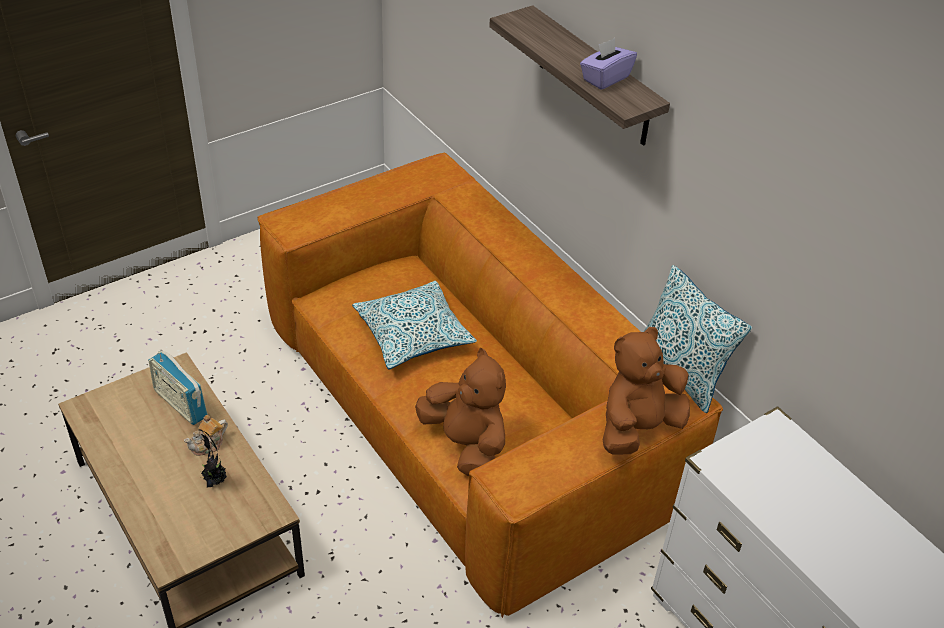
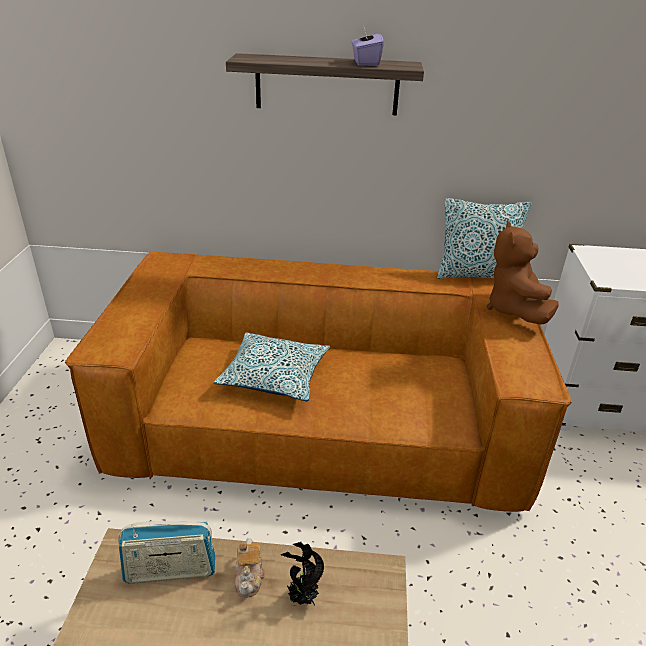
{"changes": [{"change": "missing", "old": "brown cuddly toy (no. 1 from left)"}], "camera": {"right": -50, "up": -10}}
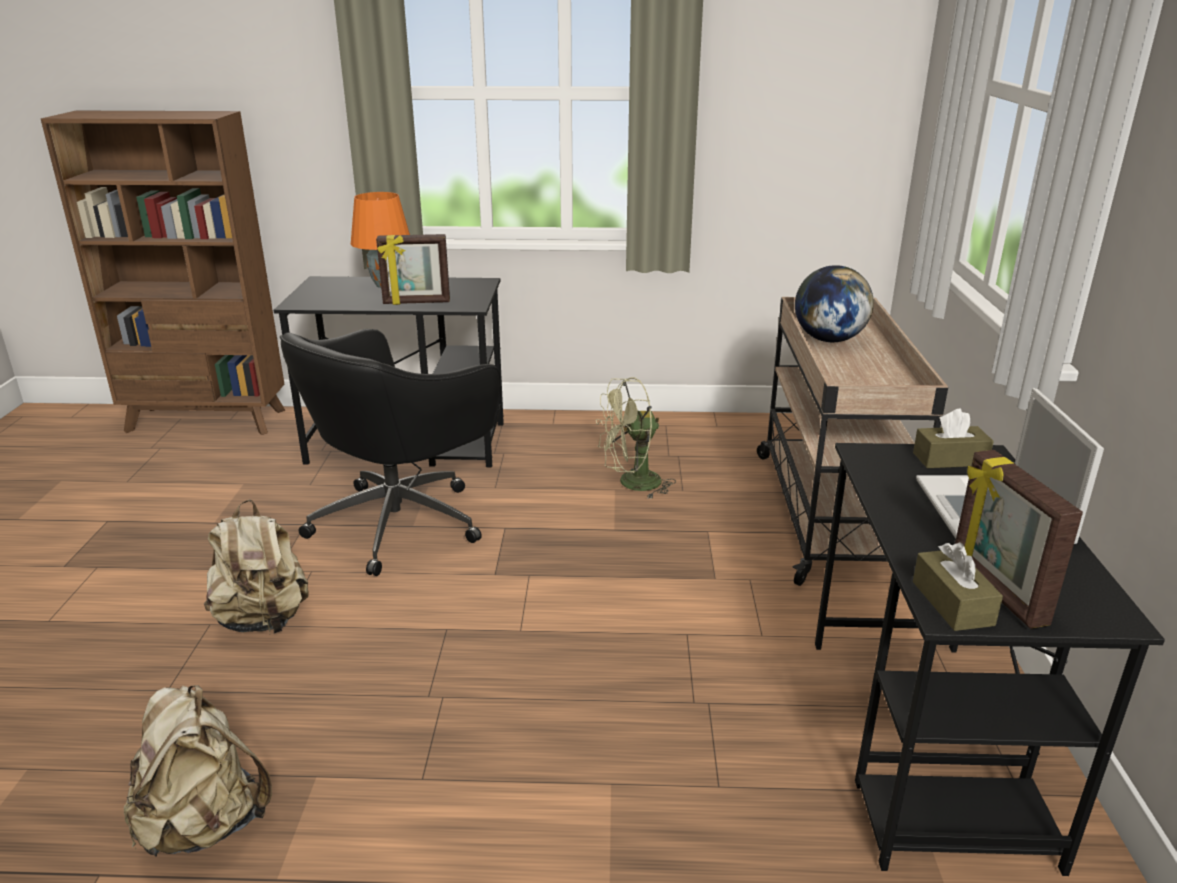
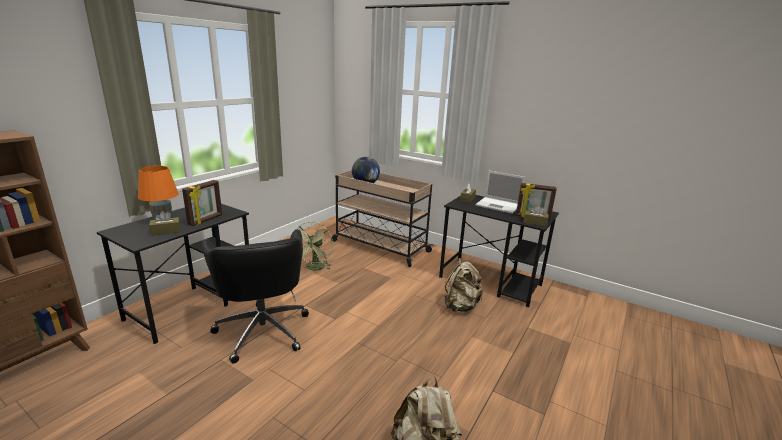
{"changes": [{"change": "relocated", "old": "beige knapsack (no. 2 from left)"}, {"change": "appeared", "new": "brown tissue holder (no. 1 from left)"}], "camera": {"right": -60, "up": -5}}
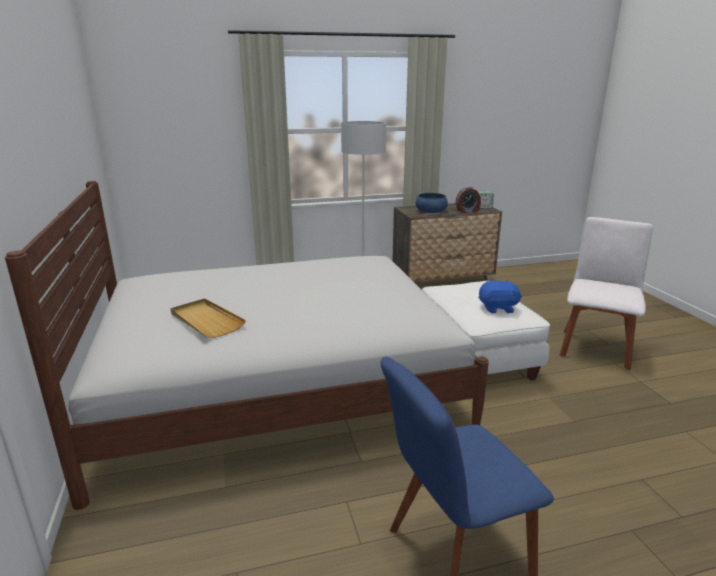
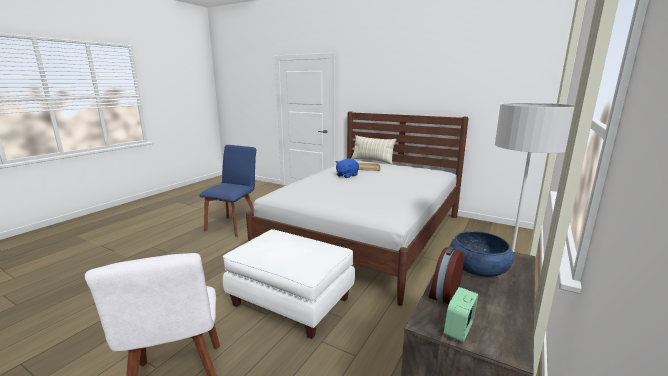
{"changes": [{"change": "relocated", "old": "blue cuddly toy"}, {"change": "appeared", "new": "cushion"}], "camera": {"right": 135, "up": -5}}
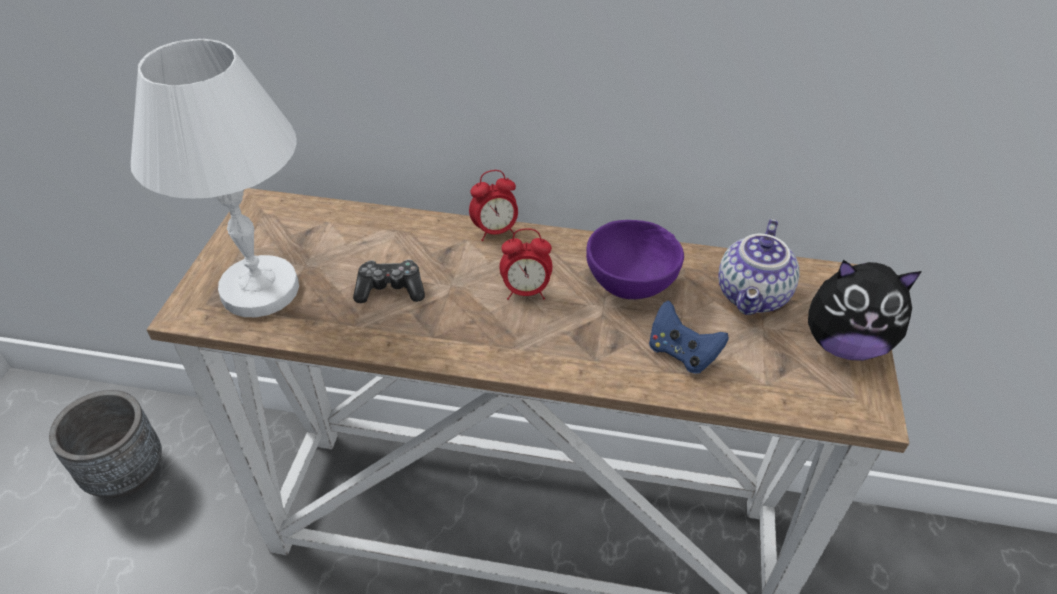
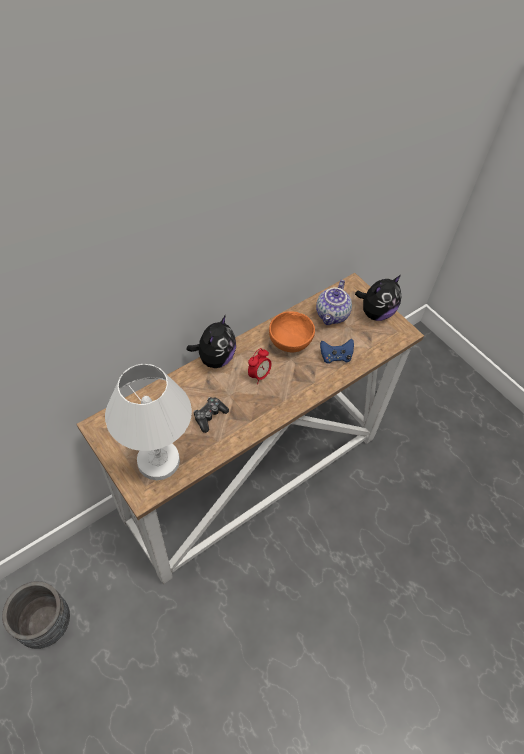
{"changes": [{"change": "exchanged", "old": "alarm clock (no. 1 from left)", "new": "cuddly toy (no. 1 from left)"}, {"change": "spun", "old": "tea pot", "degrees": 45}, {"change": "colour", "old": "purple-coloured serving bowl", "new": "orange serving bowl"}], "camera": {"right": -50, "up": 10}}
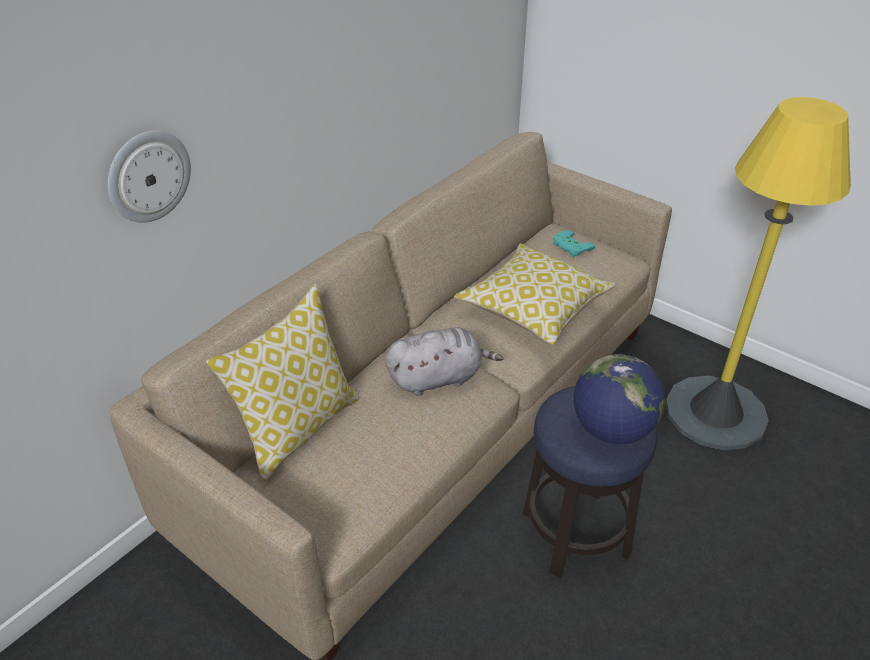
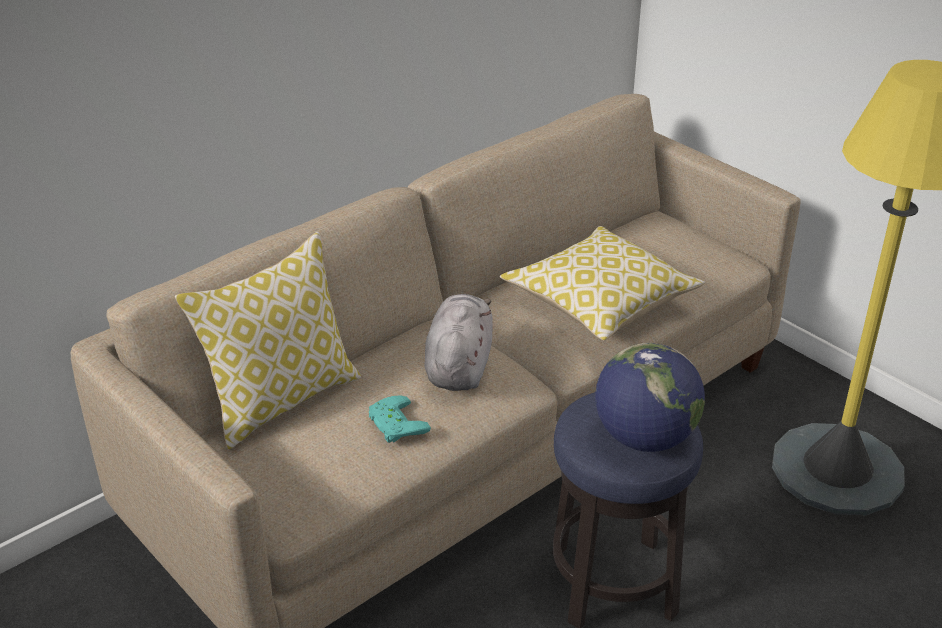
{"changes": [{"change": "missing", "old": "wall clock"}, {"change": "relocated", "old": "turquoise game controller"}, {"change": "spun", "old": "gray cuddly toy", "degrees": -75}], "camera": {"right": 10, "up": -5}}
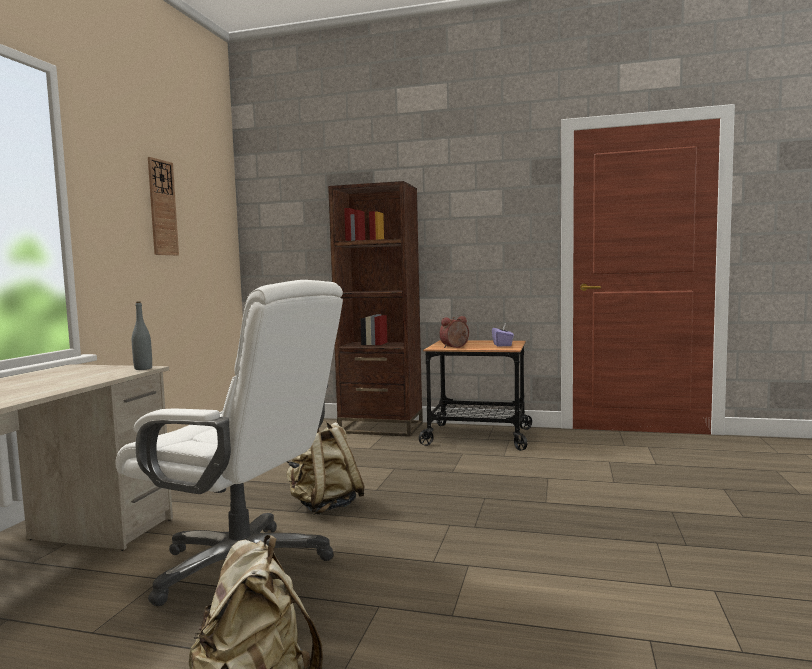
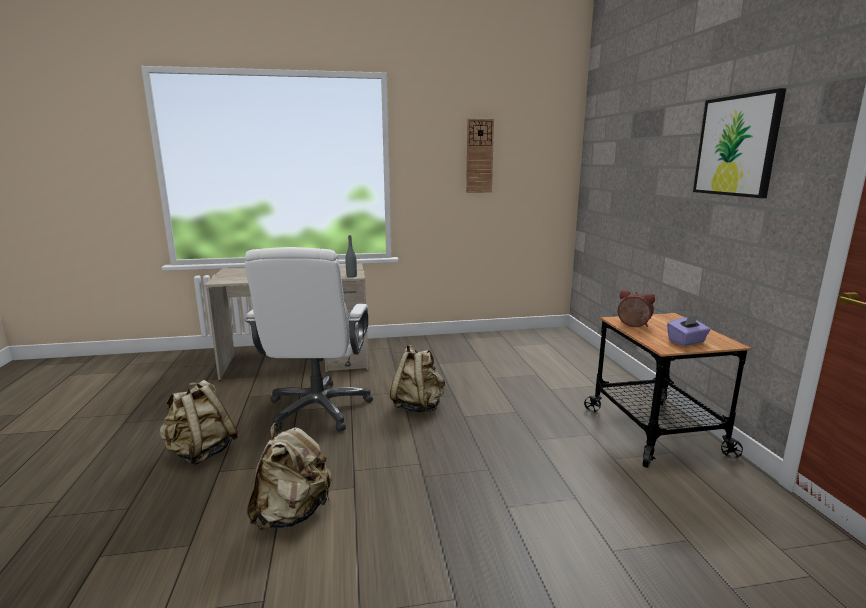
{"changes": [{"change": "missing", "old": "brown shelving unit"}, {"change": "appeared", "new": "picture"}, {"change": "appeared", "new": "beige knapsack (no. 2 from left)"}], "camera": {"right": 65, "up": 10}}
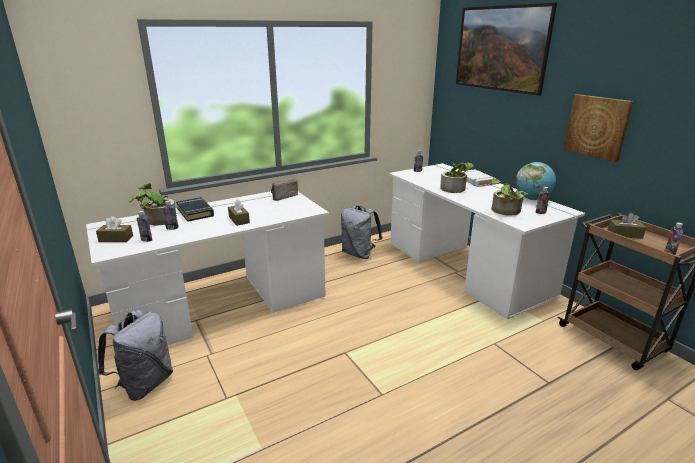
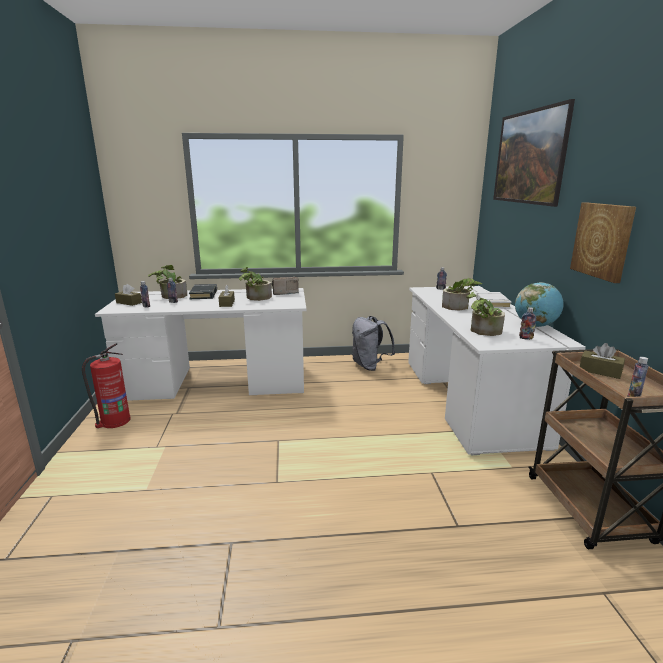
{"changes": [{"change": "exchanged", "old": "gray knapsack (no. 1 from left)", "new": "fire-fighting cylinder"}, {"change": "appeared", "new": "houseplant (no. 2 from left)"}], "camera": {"right": 25, "up": -5}}
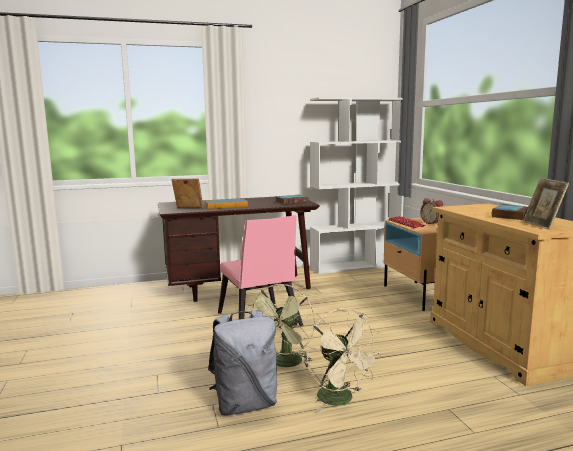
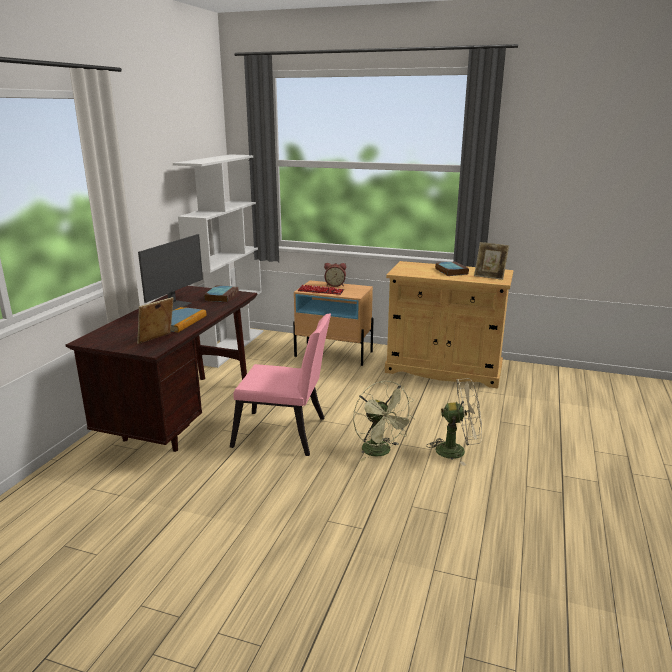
{"changes": [{"change": "missing", "old": "gray knapsack"}, {"change": "appeared", "new": "computer screen"}], "camera": {"right": -55, "up": 10}}
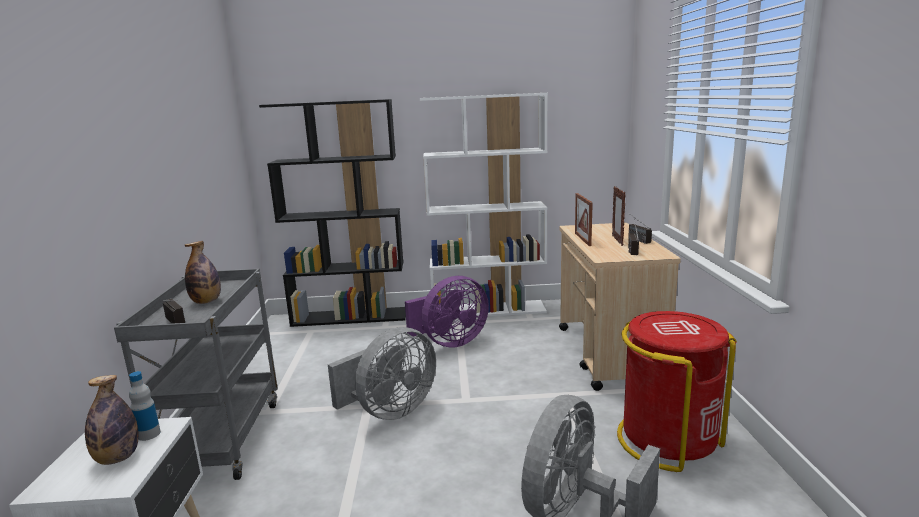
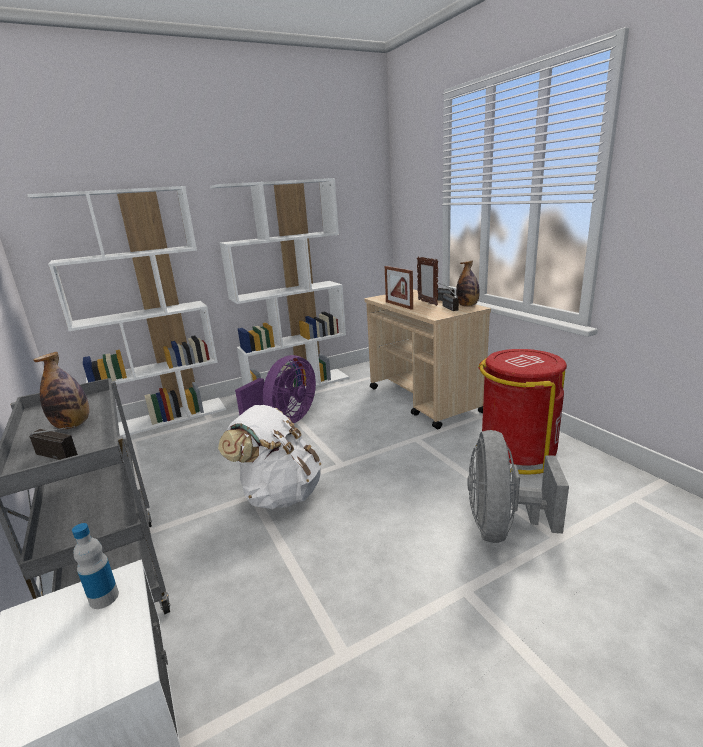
{"changes": [{"change": "colour", "old": "blackish shelving unit", "new": "white shelving unit (no. 1 from left)"}, {"change": "exchanged", "old": "gray electric fan (no. 1 from left)", "new": "white knapsack"}, {"change": "relocated", "old": "bottle (no. 1 from left in the first image)", "new": "bottle (no. 3 from left)"}], "camera": {"right": -25, "up": 5}}
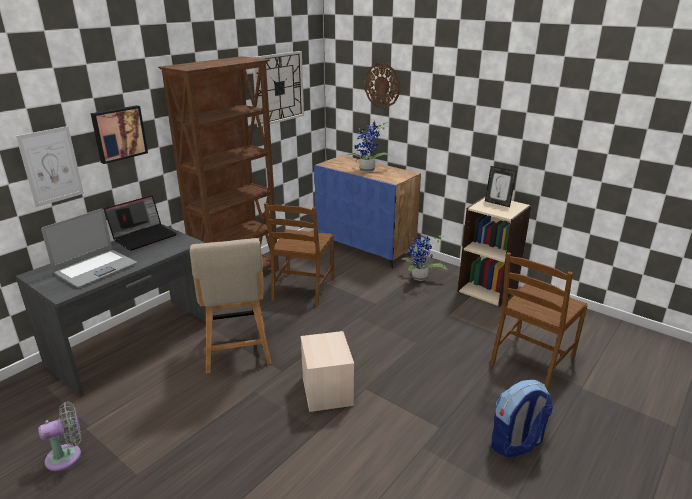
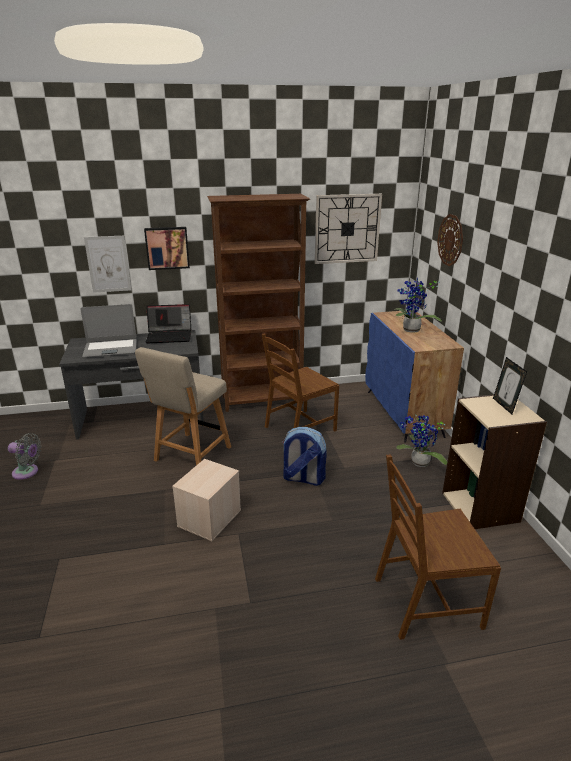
{"changes": [{"change": "relocated", "old": "knapsack"}], "camera": {"right": 40, "up": 0}}
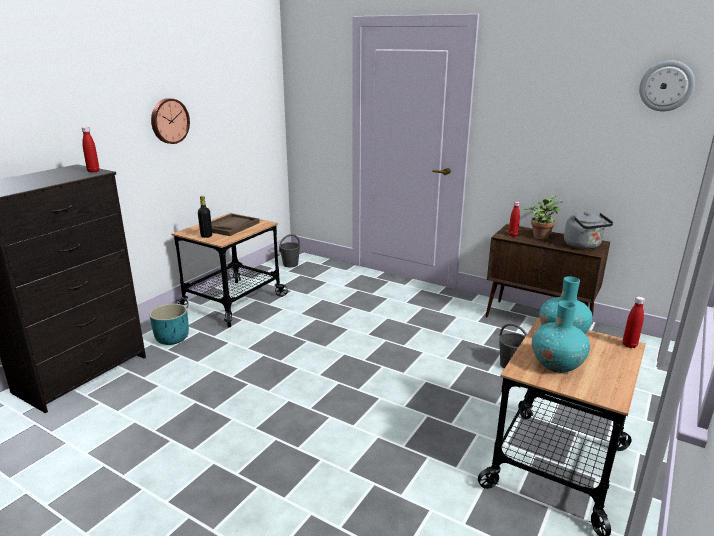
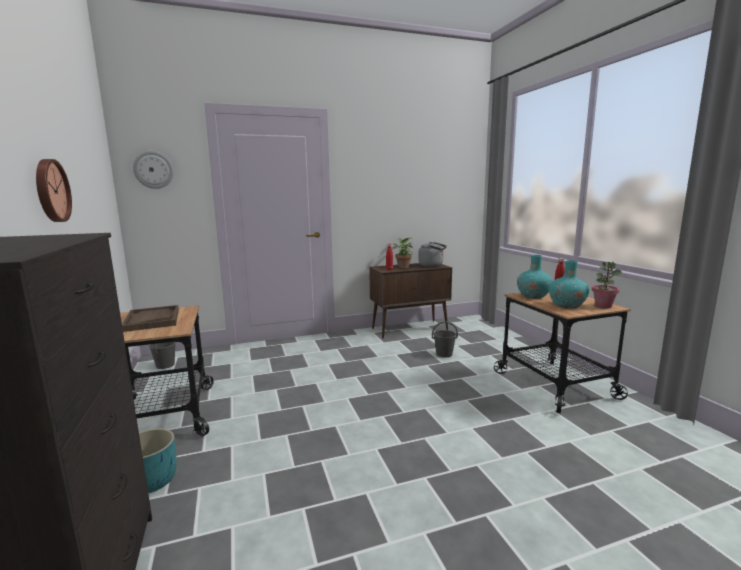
{"changes": [{"change": "relocated", "old": "wall clock (no. 2 from left)"}, {"change": "missing", "old": "red bottle (no. 1 from left)"}, {"change": "missing", "old": "blackish bottle"}, {"change": "appeared", "new": "houseplant (no. 2 from left)"}], "camera": {"right": -50, "up": -10}}
